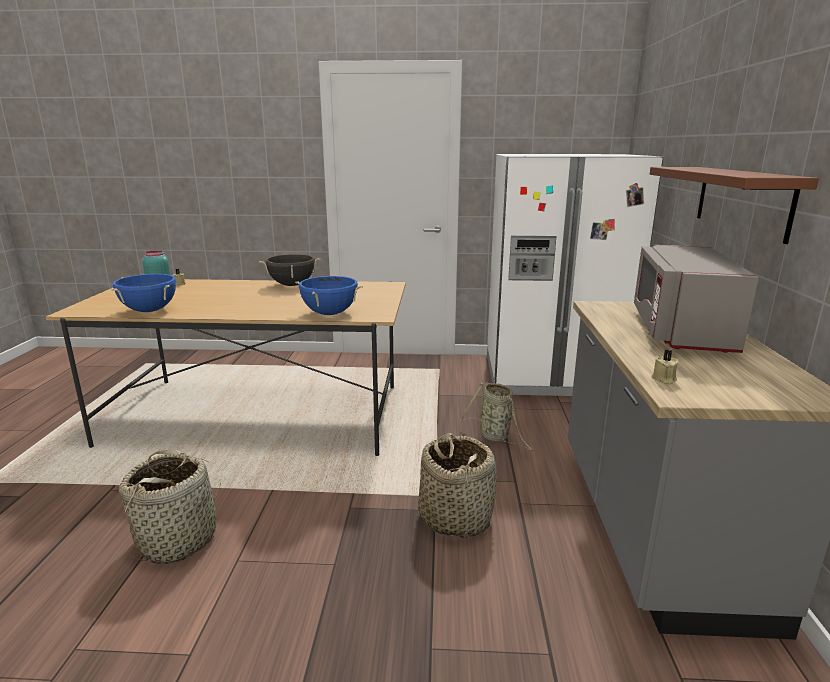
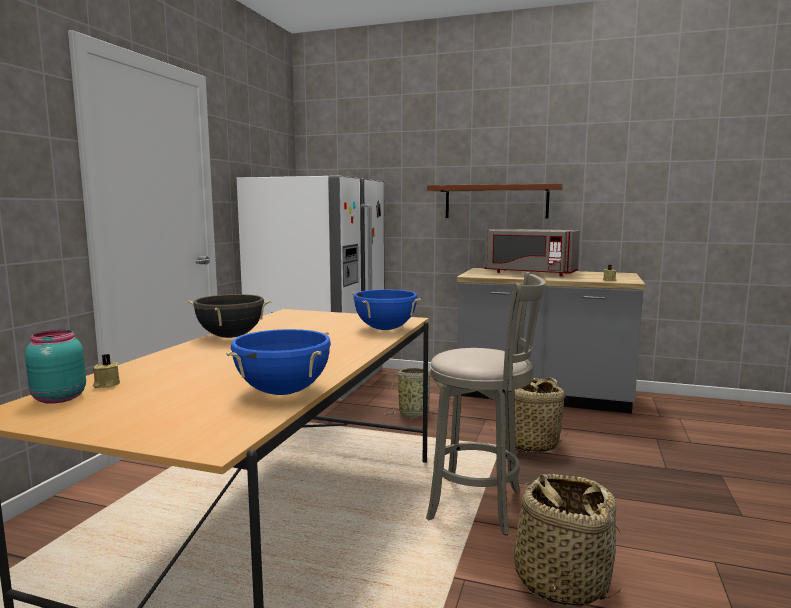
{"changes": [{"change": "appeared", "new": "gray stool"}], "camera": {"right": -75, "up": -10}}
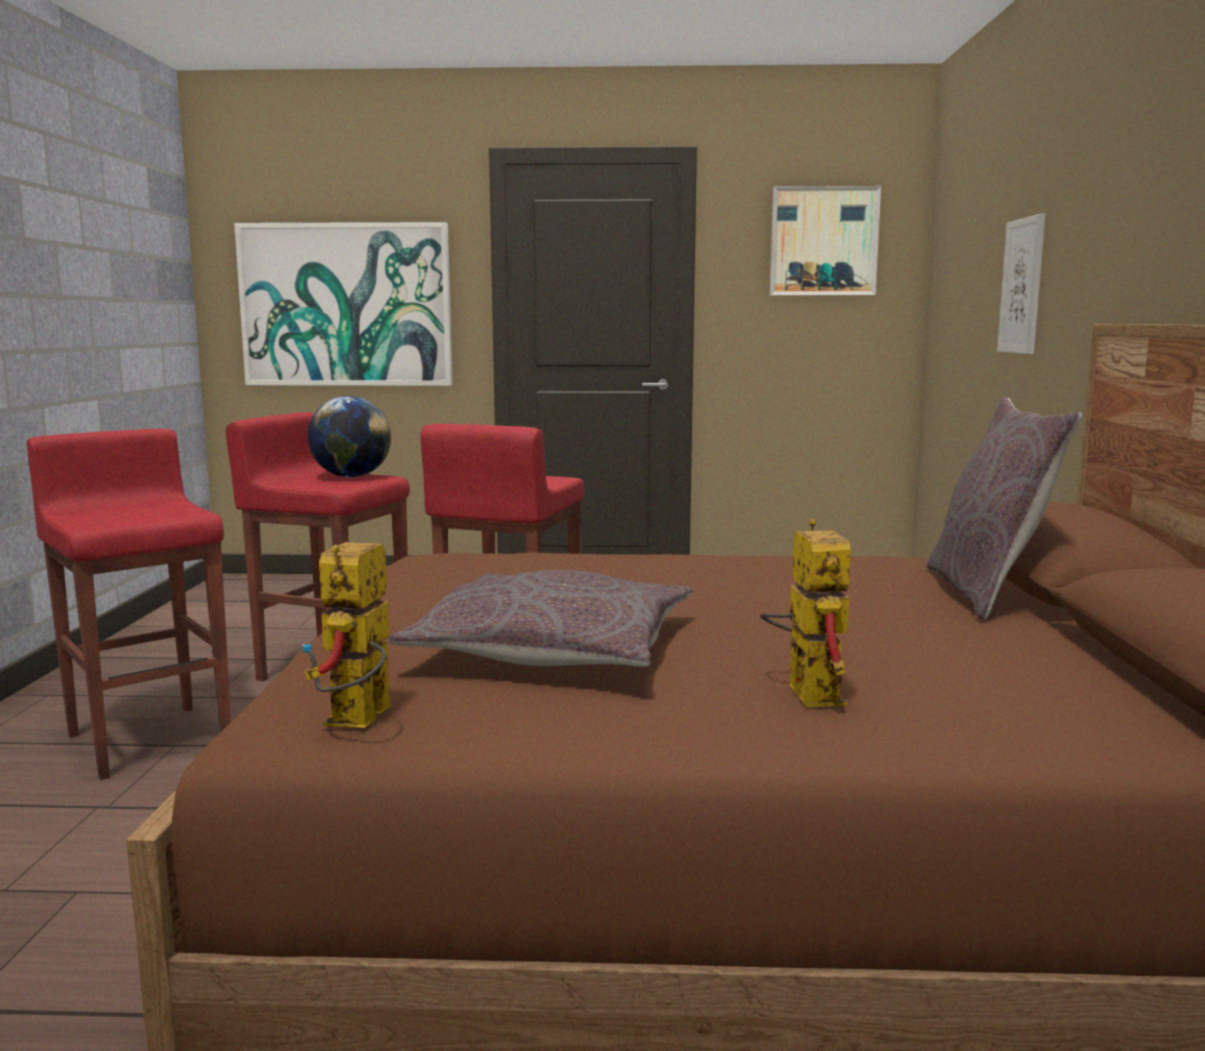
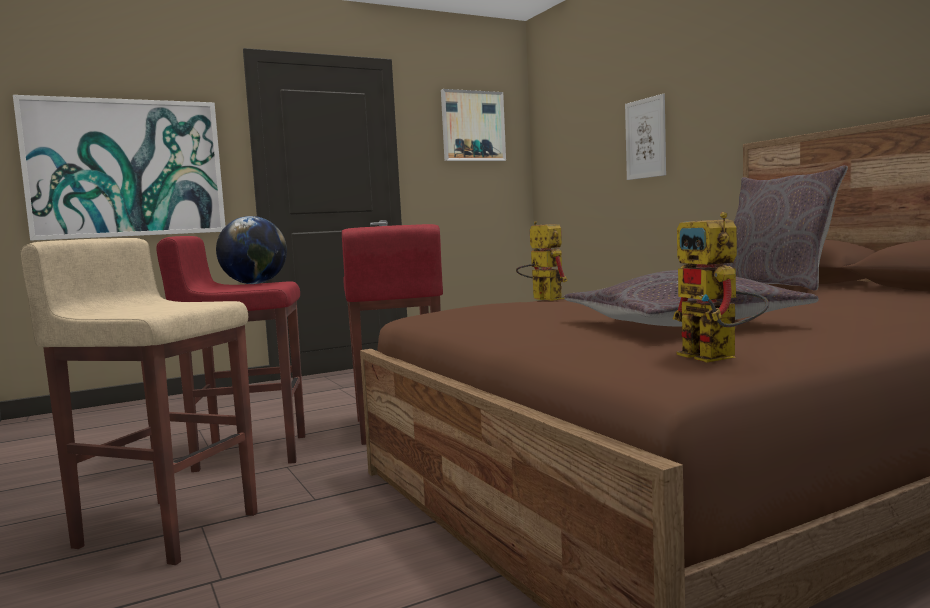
{"changes": [{"change": "colour", "old": "red stool (no. 1 from left)", "new": "beige stool"}, {"change": "relocated", "old": "robot figure (no. 2 from left in the first image)", "new": "robot figure (no. 1 from left)"}], "camera": {"right": -30, "up": -5}}
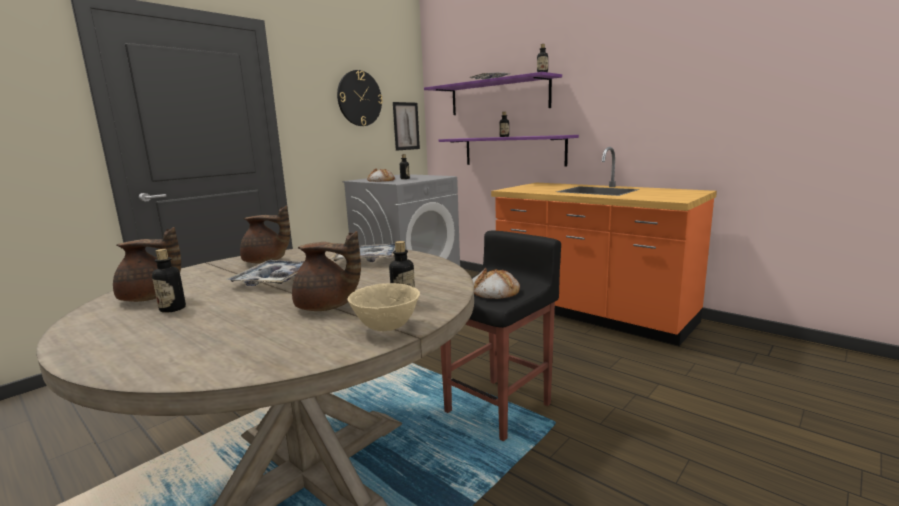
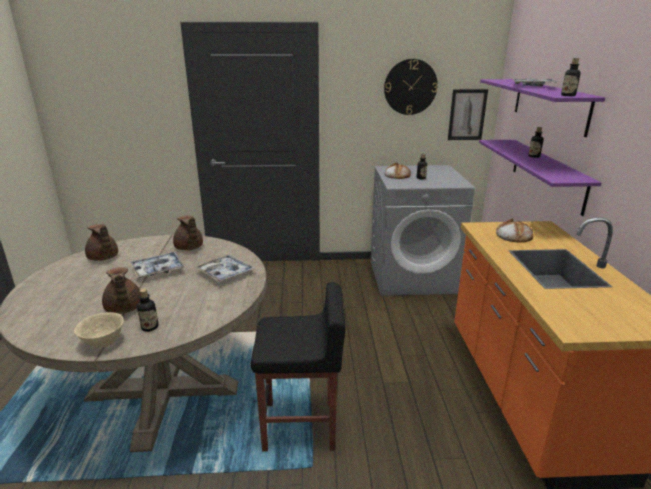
{"changes": [{"change": "missing", "old": "bottle (no. 1 from left)"}, {"change": "relocated", "old": "bakery bread (no. 2 from left)"}], "camera": {"right": 45, "up": 10}}
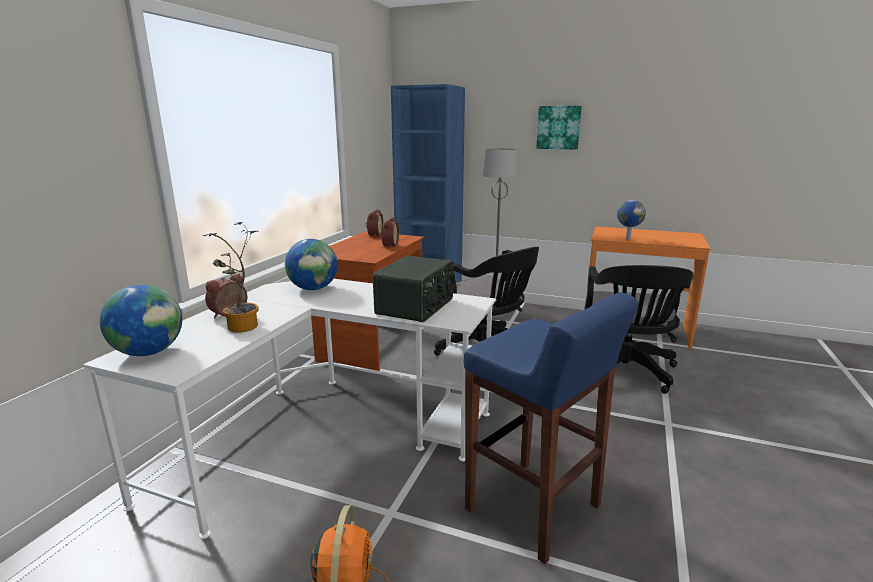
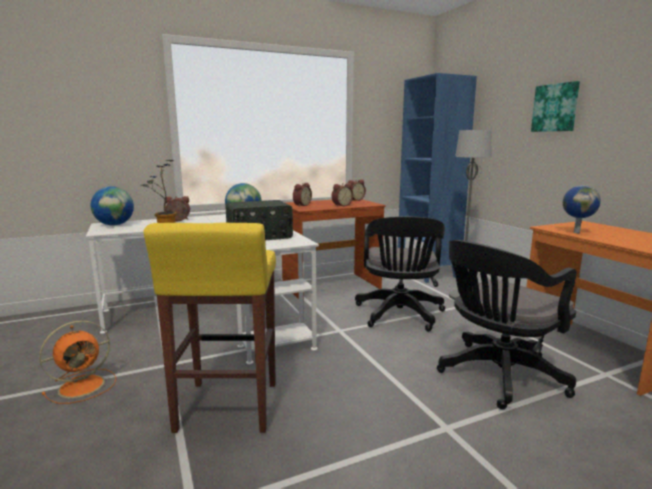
{"changes": [{"change": "colour", "old": "blue stool", "new": "yellow stool"}, {"change": "appeared", "new": "alarm clock (no. 2 from left)"}], "camera": {"right": 45, "up": -5}}
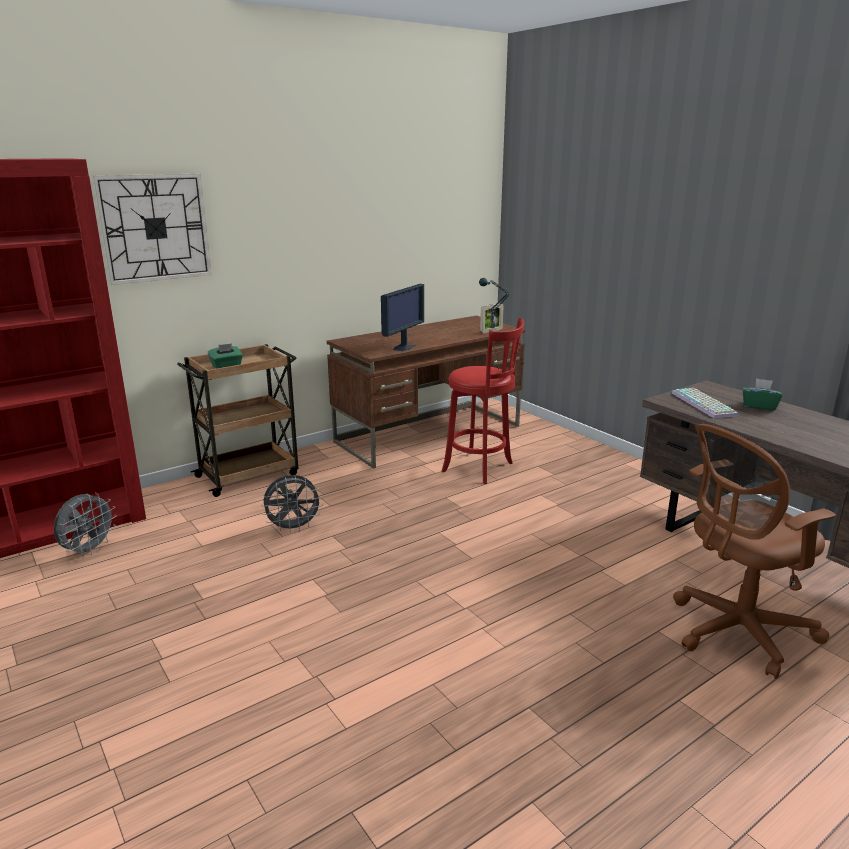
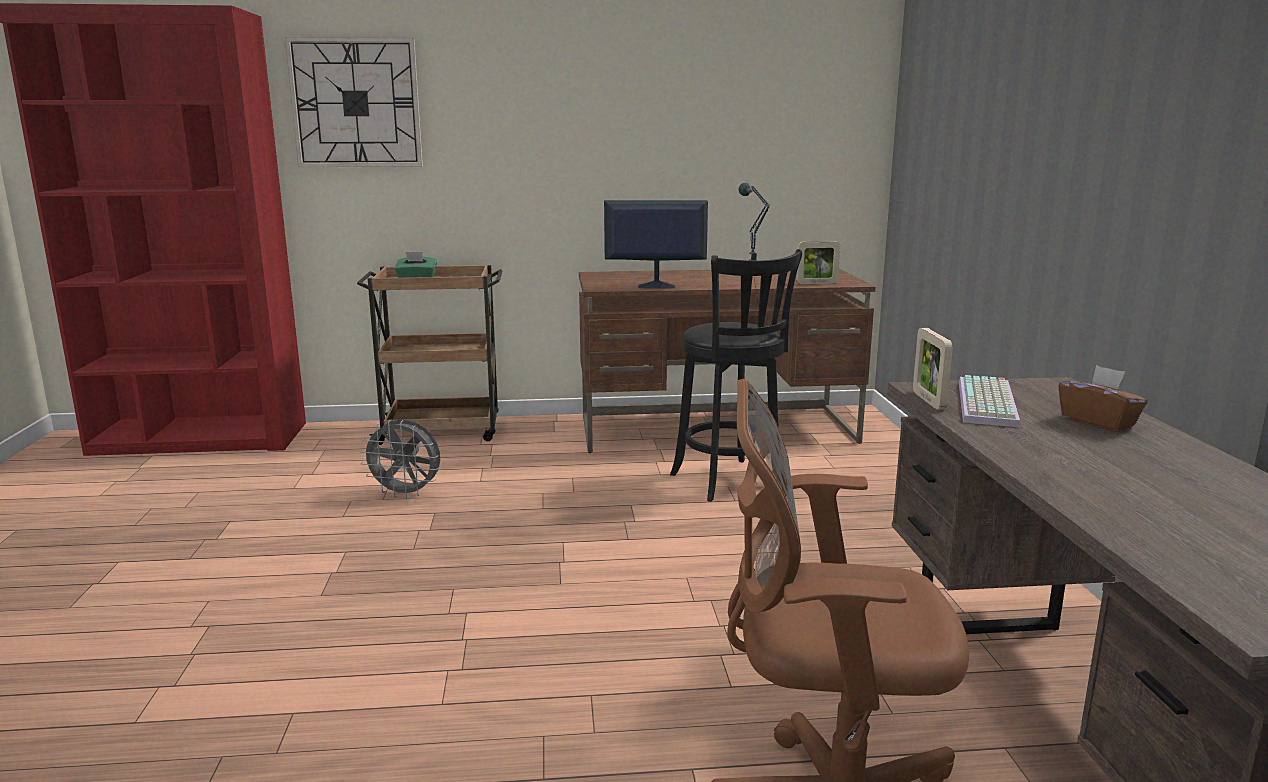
{"changes": [{"change": "spun", "old": "computer screen", "degrees": -150}, {"change": "colour", "old": "red stool", "new": "blackish stool"}, {"change": "colour", "old": "green tissue holder (no. 2 from left)", "new": "brown tissue holder"}, {"change": "missing", "old": "gray electric fan (no. 1 from left)"}, {"change": "appeared", "new": "standing frame (no. 2 from left)"}], "camera": {"right": 30, "up": -5}}
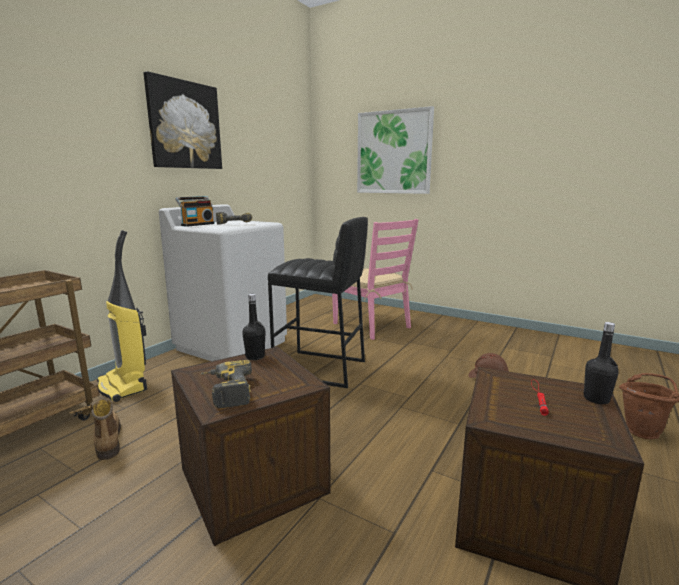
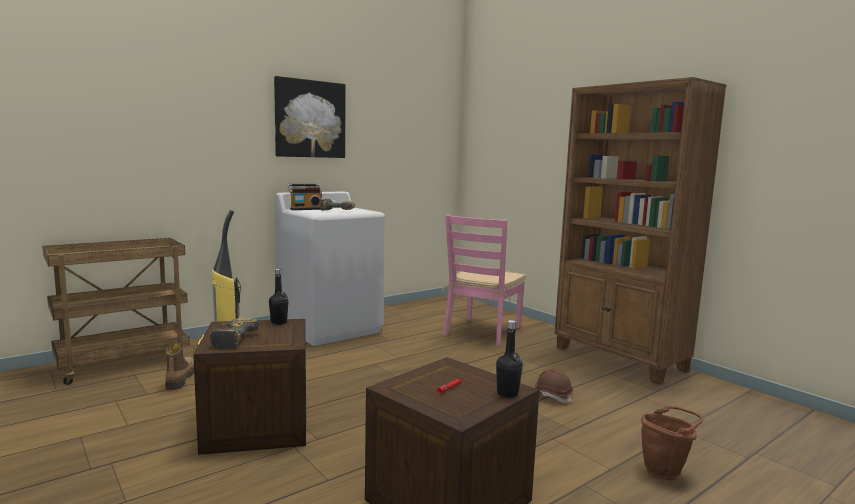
{"changes": [{"change": "missing", "old": "picture (no. 2 from left)"}, {"change": "missing", "old": "blackish stool"}, {"change": "spun", "old": "pink chair", "degrees": 45}, {"change": "appeared", "new": "brown shelving unit"}], "camera": {"right": 20, "up": -5}}
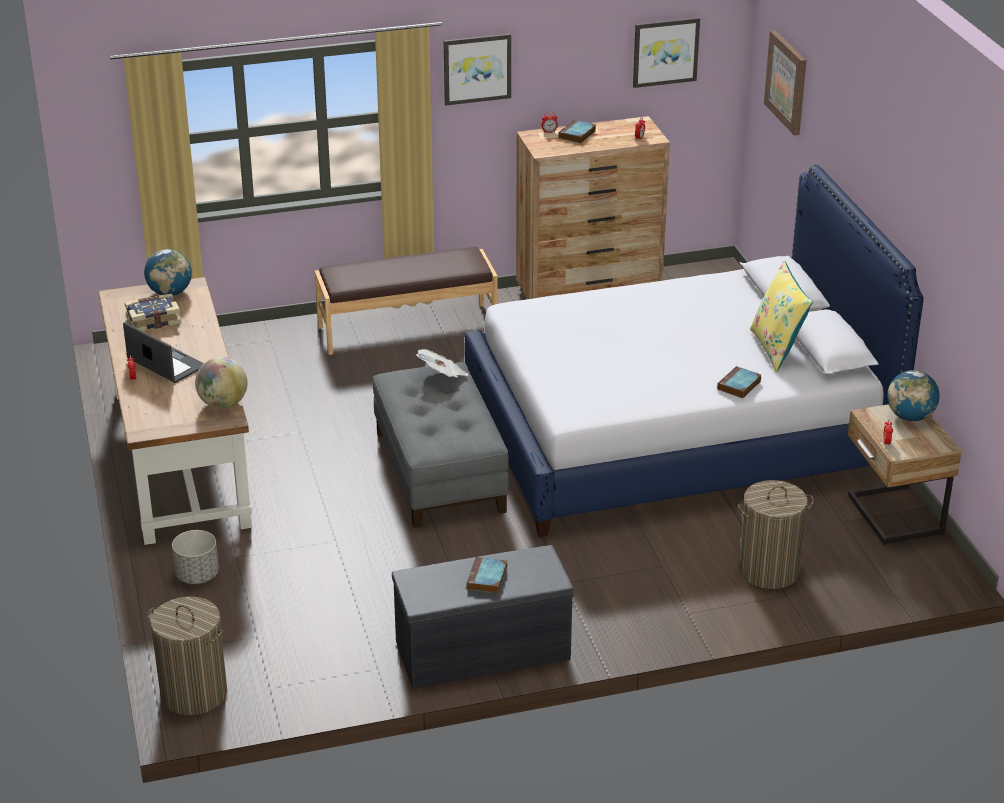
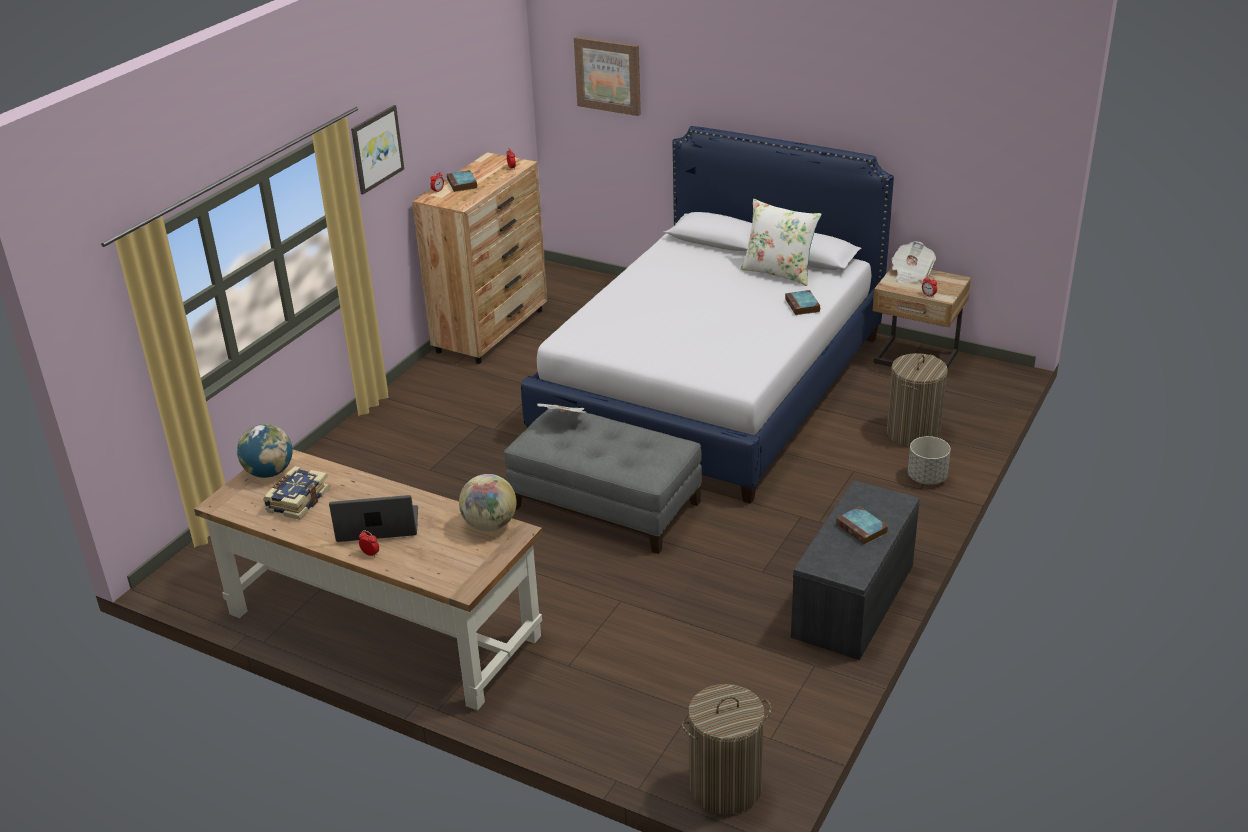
{"changes": [{"change": "missing", "old": "picture (no. 2 from left)"}, {"change": "missing", "old": "brown bench"}, {"change": "colour", "old": "yellow cushion", "new": "white cushion"}, {"change": "exchanged", "old": "world globe (no. 3 from left)", "new": "printed paper (no. 2 from left)"}, {"change": "relocated", "old": "gray flower pot"}], "camera": {"right": -45, "up": 0}}
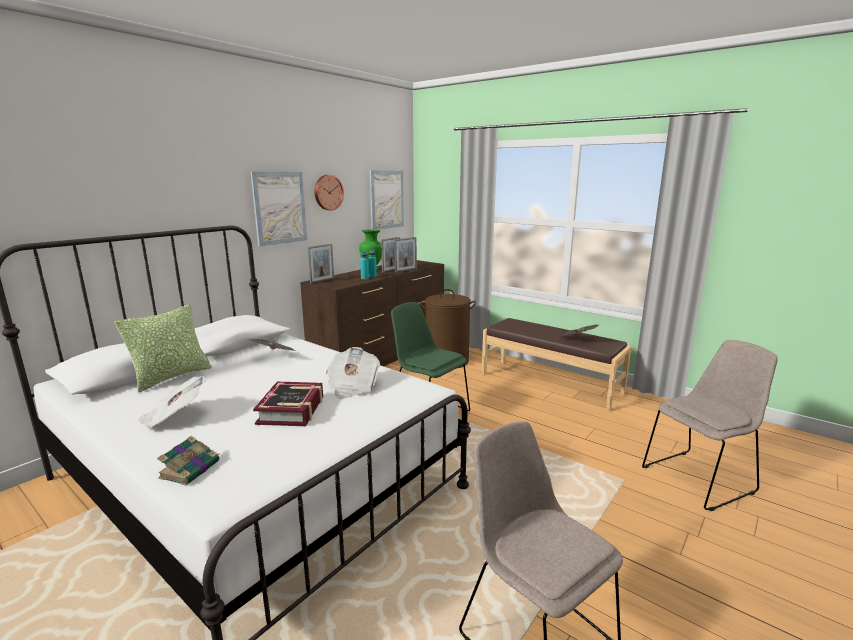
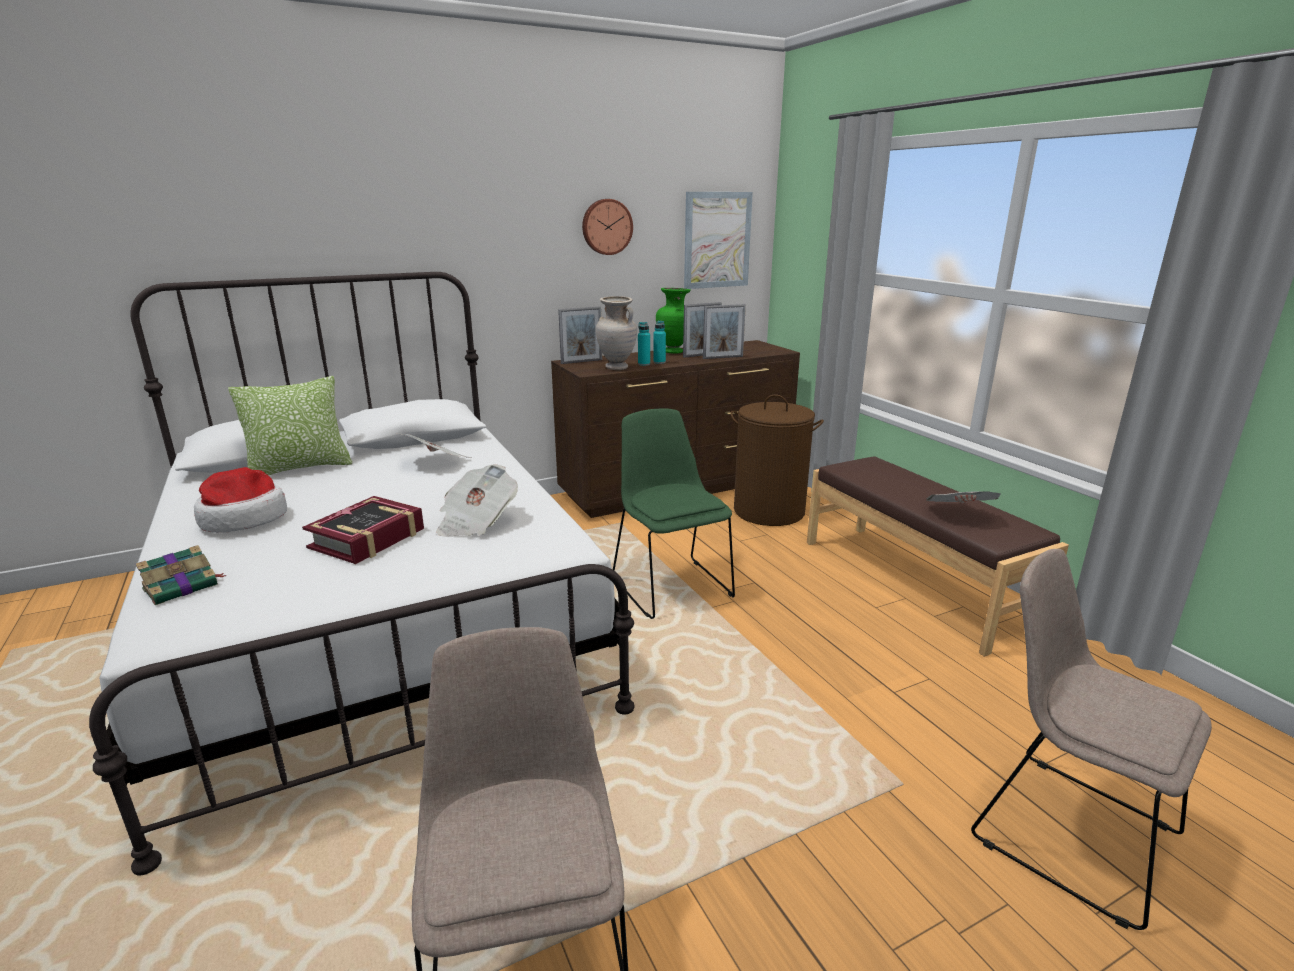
{"changes": [{"change": "missing", "old": "picture (no. 1 from left)"}, {"change": "spun", "old": "beige chair (no. 2 from left)", "degrees": -135}, {"change": "exchanged", "old": "printed paper (no. 1 from left)", "new": "clothing hat"}, {"change": "appeared", "new": "beige flower vase"}], "camera": {"right": 25, "up": 5}}
